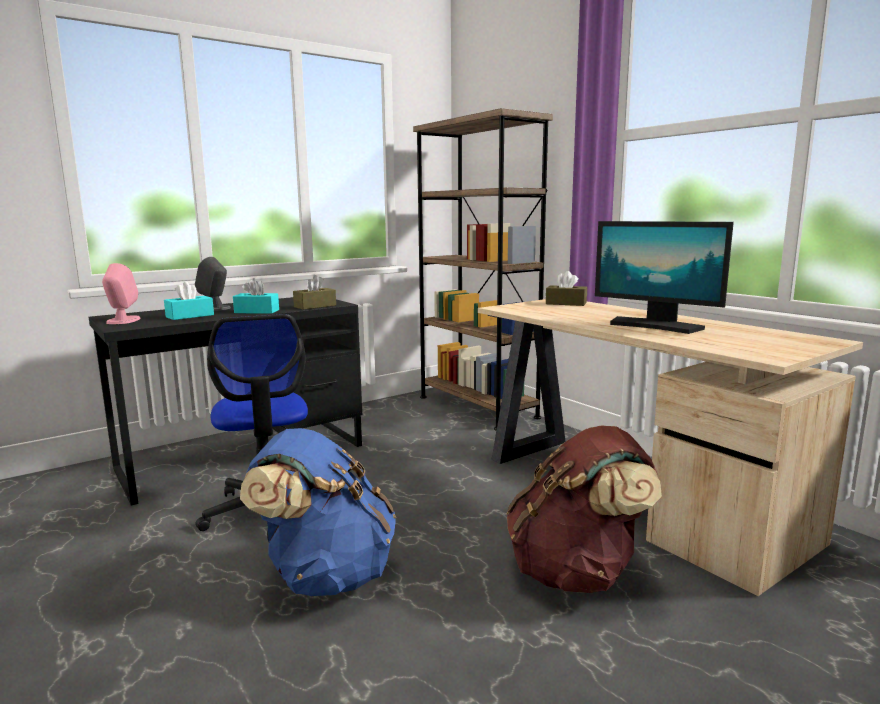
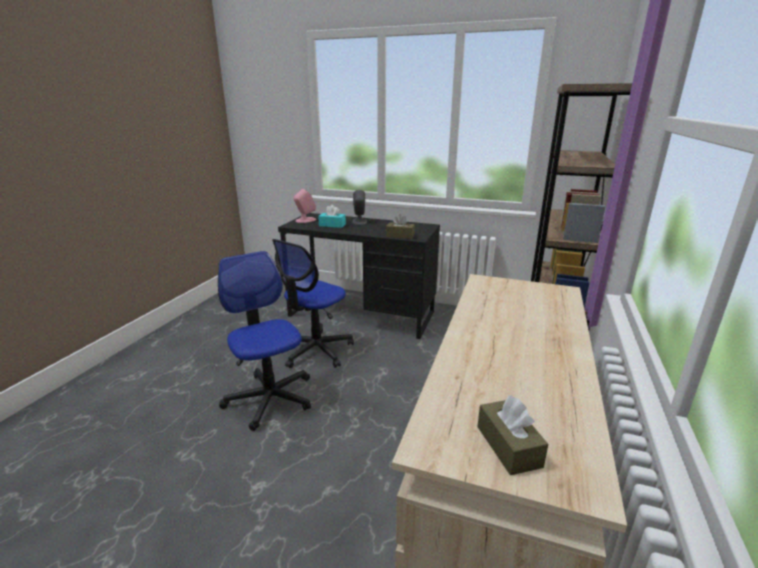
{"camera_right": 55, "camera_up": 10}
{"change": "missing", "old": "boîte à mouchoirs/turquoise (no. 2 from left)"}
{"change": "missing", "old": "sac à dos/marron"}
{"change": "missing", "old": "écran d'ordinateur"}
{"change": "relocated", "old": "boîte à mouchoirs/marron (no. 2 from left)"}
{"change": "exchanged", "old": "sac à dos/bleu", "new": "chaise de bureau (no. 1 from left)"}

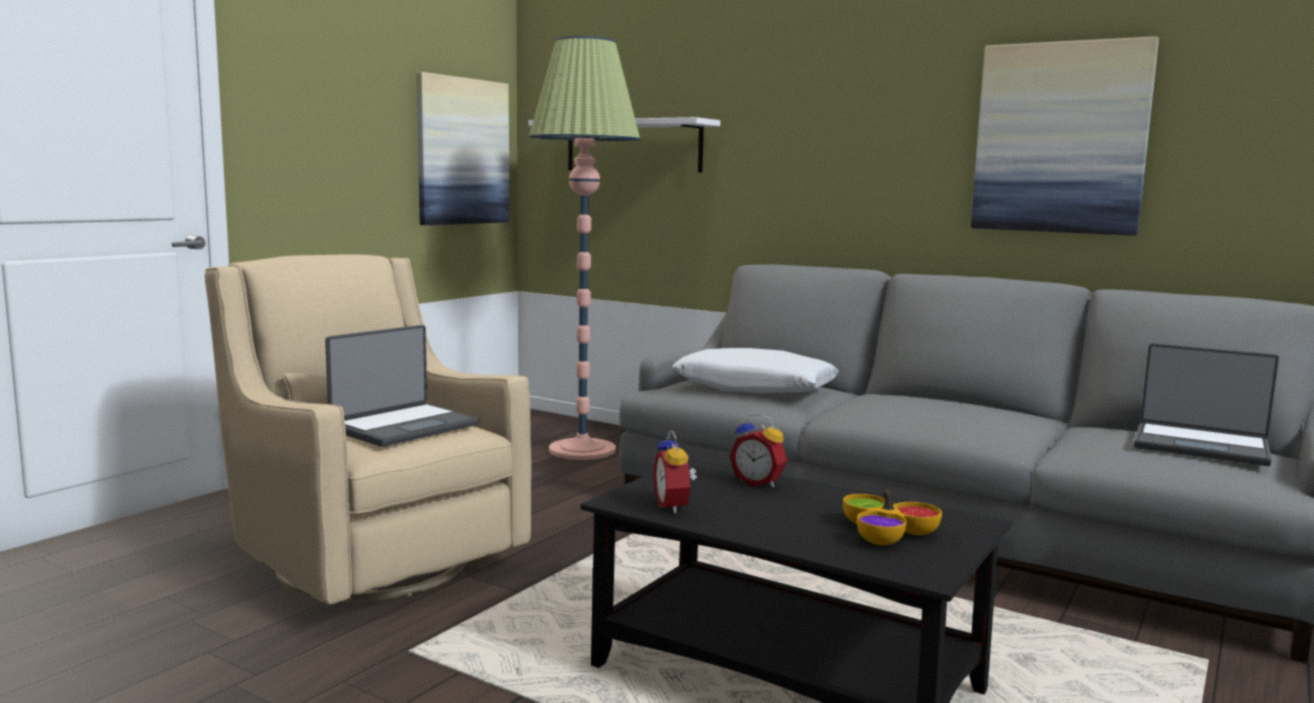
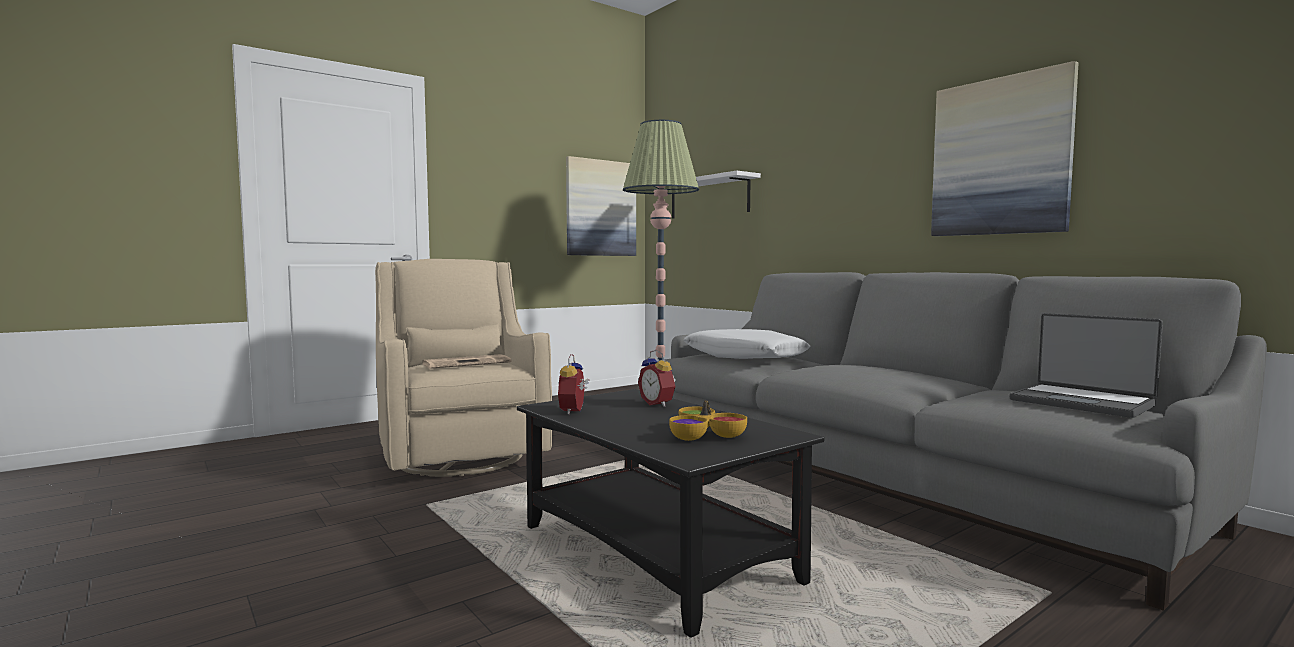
{"camera_right": 20, "camera_up": -5}
{"change": "exchanged", "old": "ordinateur portable (no. 1 from left)", "new": "journal"}

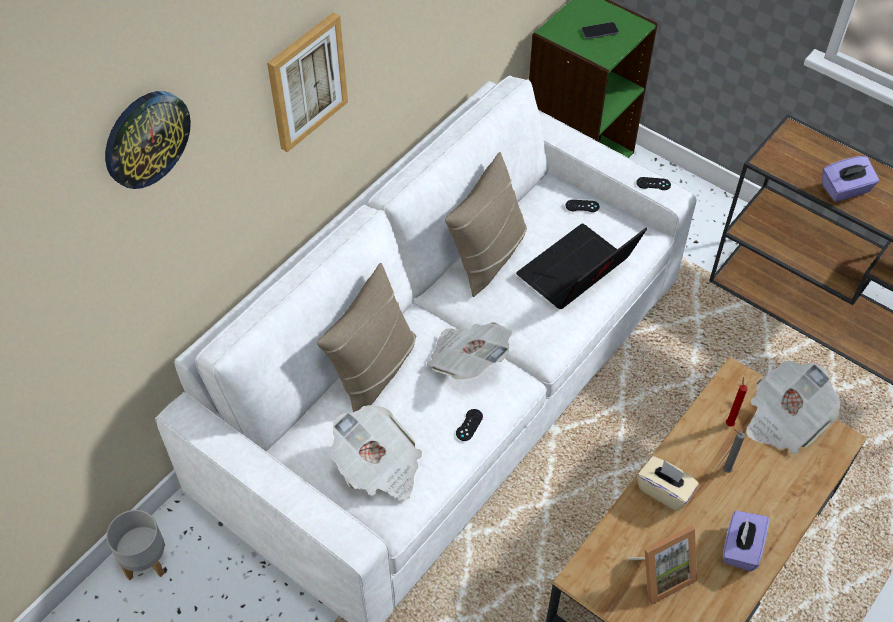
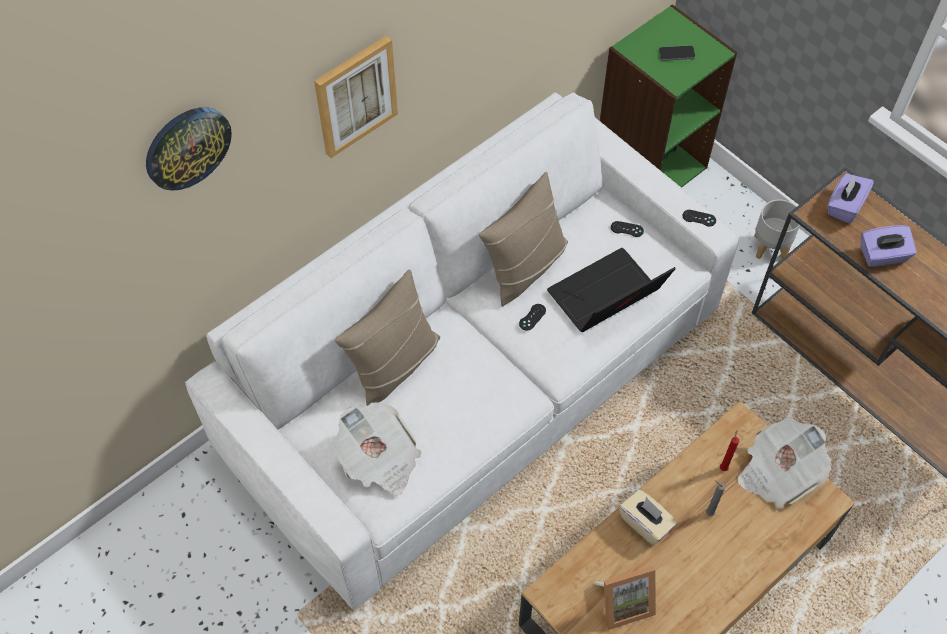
{"camera_right": 10, "camera_up": 5}
{"change": "missing", "old": "journal (no. 2 from left)"}
{"change": "relocated", "old": "cache-pot/gris"}
{"change": "relocated", "old": "manette/noir (no. 1 from left)"}
{"change": "relocated", "old": "boîte à mouchoirs/violet (no. 1 from left)"}

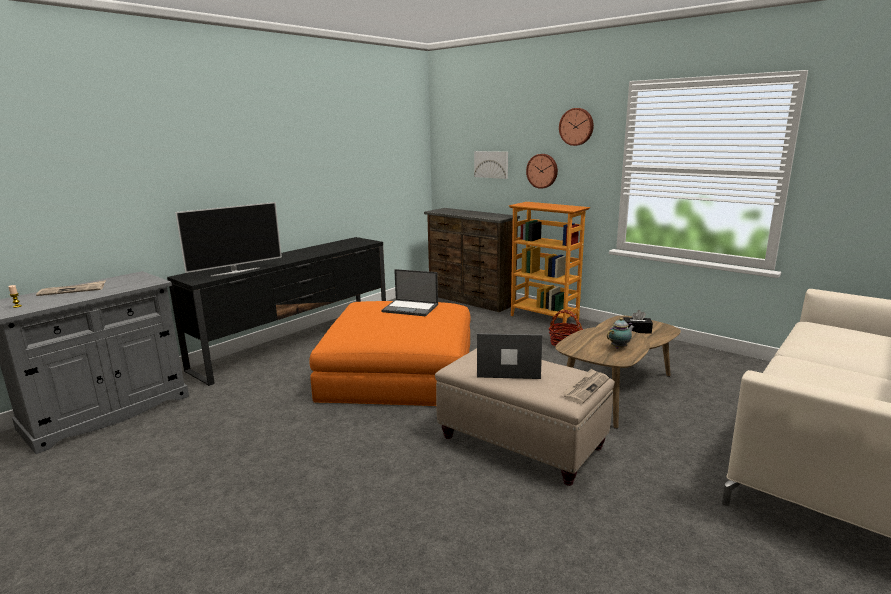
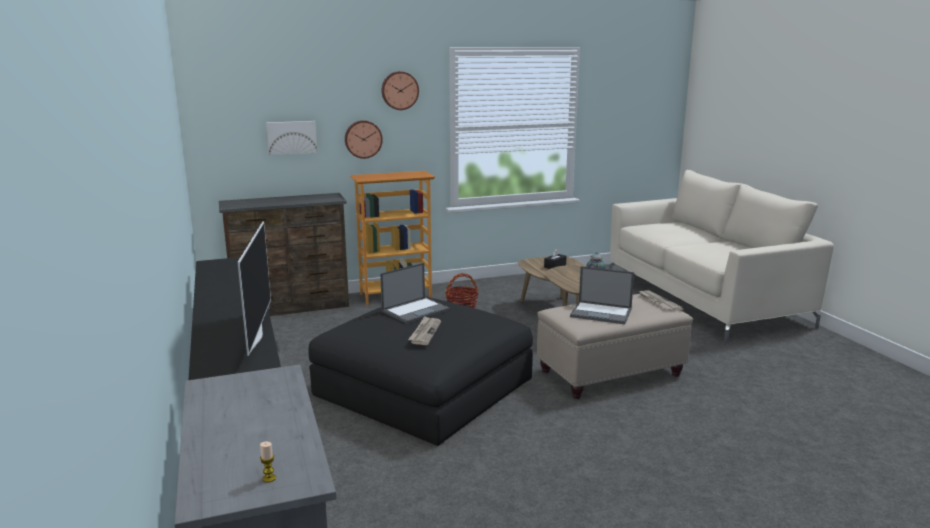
{"camera_right": -60, "camera_up": 0}
{"change": "relocated", "old": "journal (no. 1 from left)"}
{"change": "colour", "old": "pouf/orange", "new": "pouf/noir"}
{"change": "spun", "old": "ordinateur portable (no. 2 from left)", "degrees": -105}

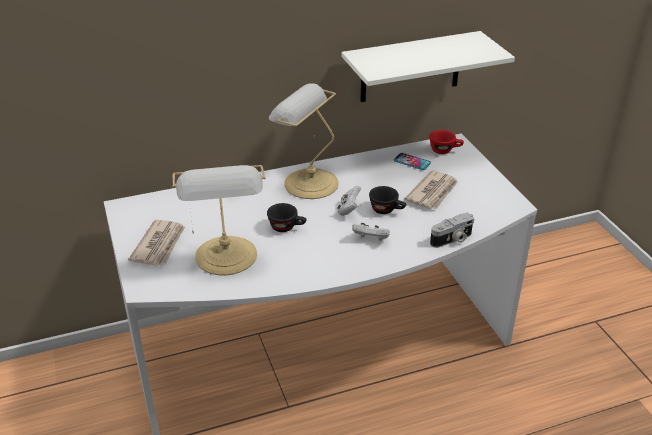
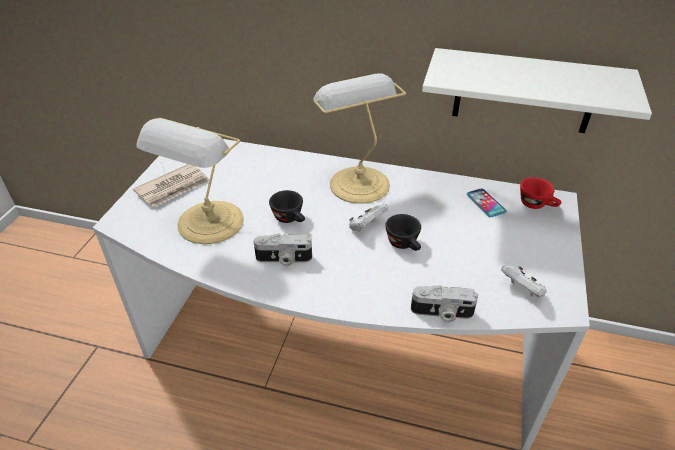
{"camera_right": 35, "camera_up": 5}
{"change": "missing", "old": "journal (no. 2 from left)"}
{"change": "appeared", "new": "appareil photo (no. 1 from left)"}
{"change": "relocated", "old": "manette/blanc (no. 2 from left)"}

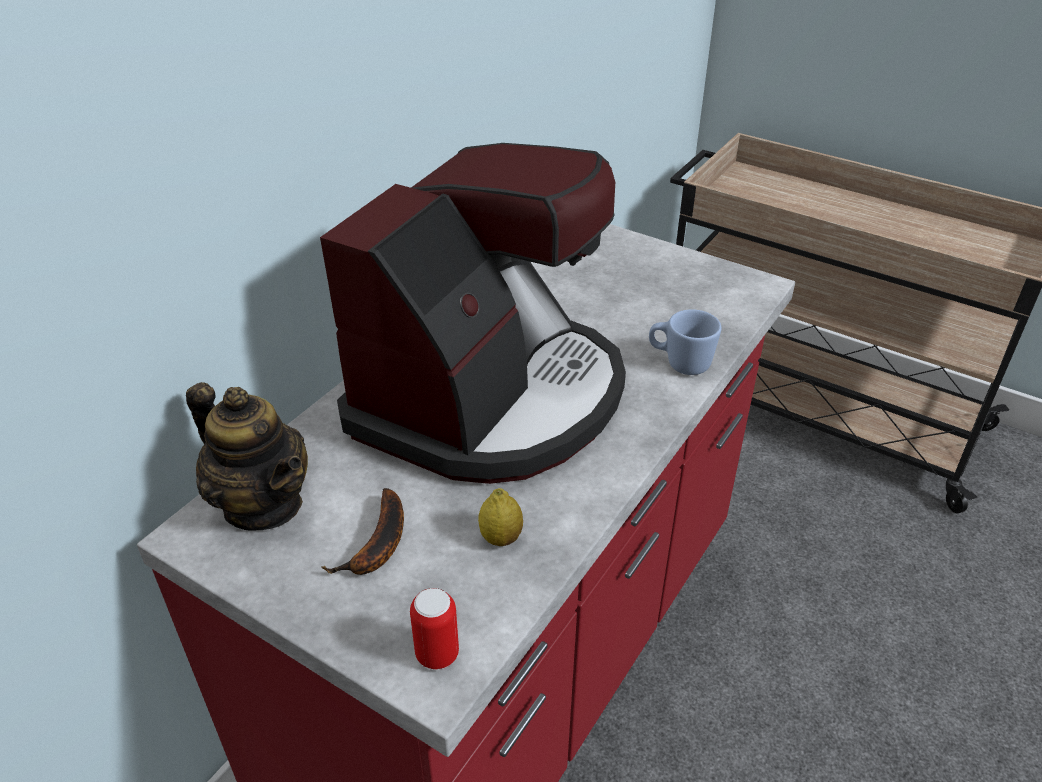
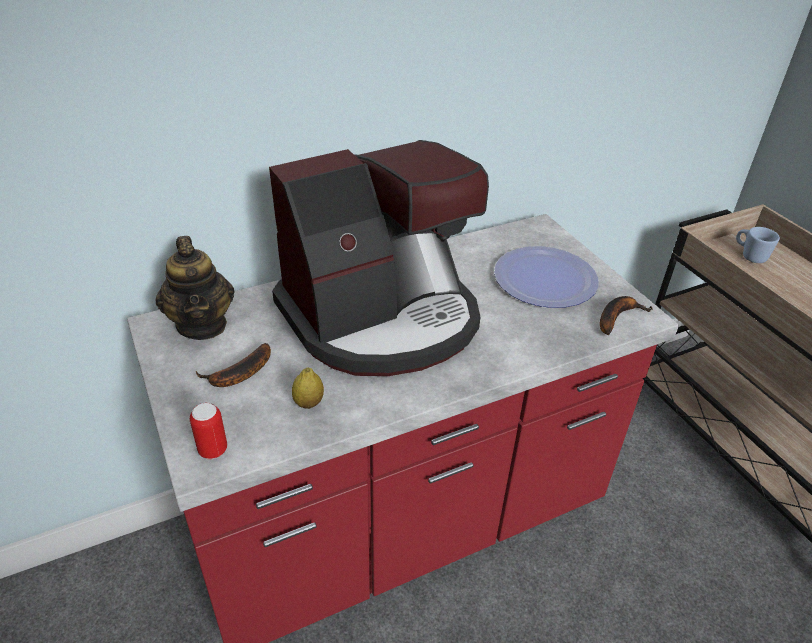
{"camera_right": 30, "camera_up": 0}
{"change": "appeared", "new": "assiette"}
{"change": "appeared", "new": "banane (no. 2 from left)"}
{"change": "relocated", "old": "mug/bleu"}

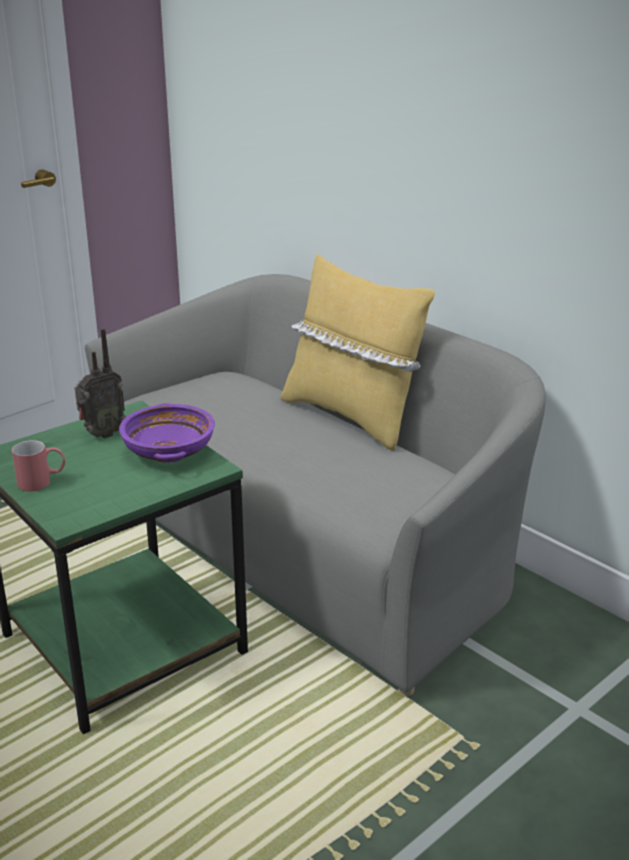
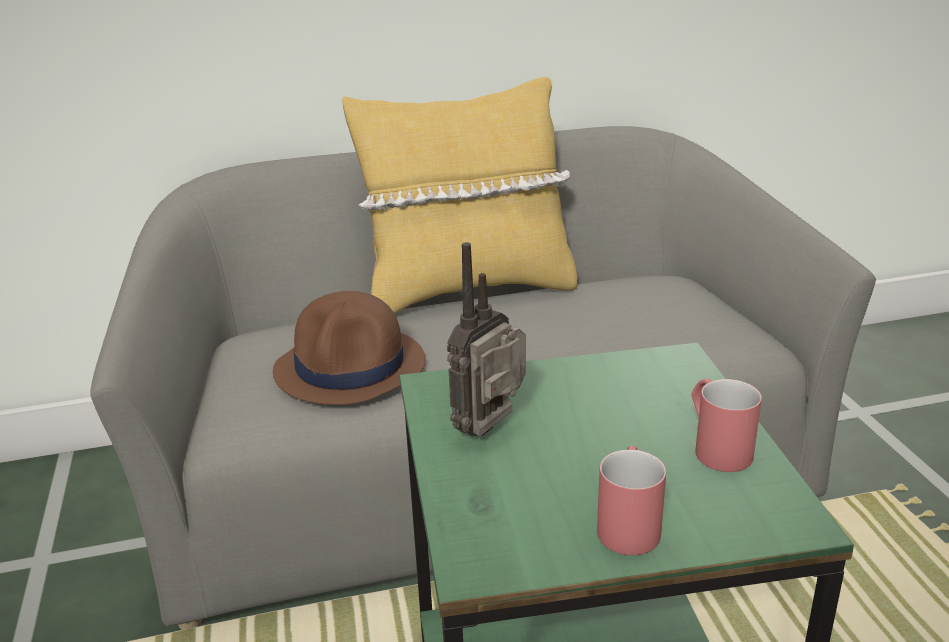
{"camera_right": -60, "camera_up": 0}
{"change": "missing", "old": "bol/violet"}
{"change": "appeared", "new": "chapeau/marron"}
{"change": "appeared", "new": "mug/rouge (no. 2 from left)"}
{"change": "spun", "old": "radio", "degrees": -135}

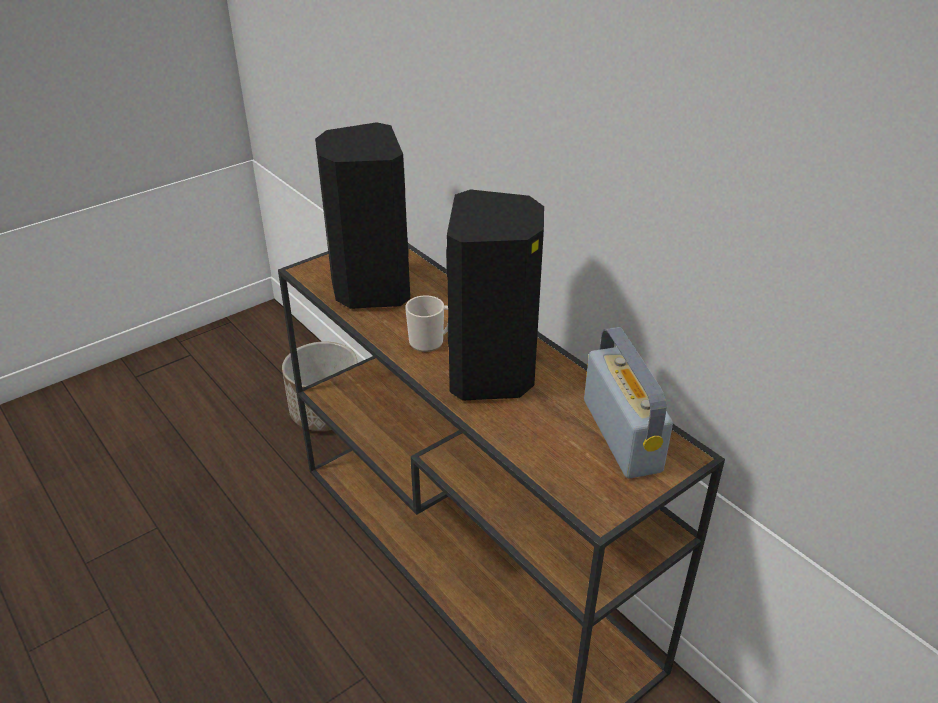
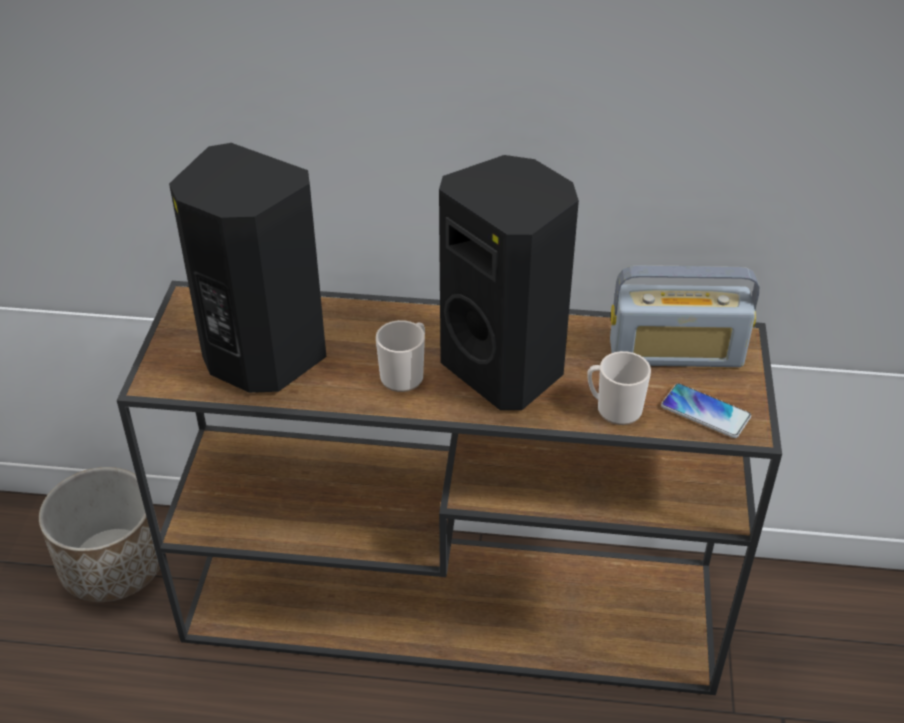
{"camera_right": -45, "camera_up": 5}
{"change": "appeared", "new": "mug (no. 2 from left)"}
{"change": "appeared", "new": "téléphone"}
{"change": "spun", "old": "radio", "degrees": 150}

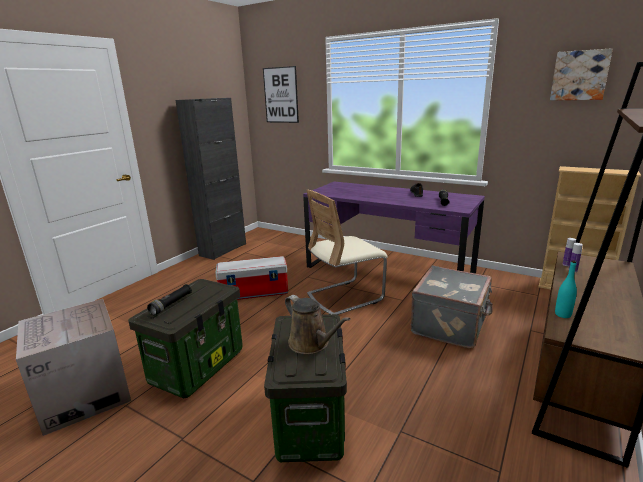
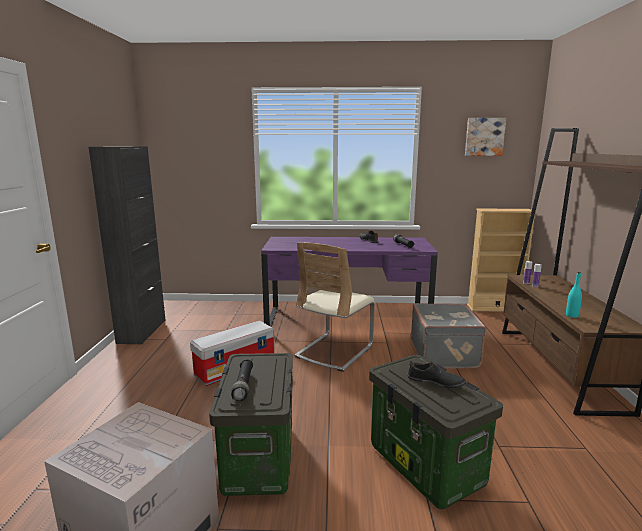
{"camera_right": -30, "camera_up": -5}
{"change": "missing", "old": "tableau (no. 1 from left)"}
{"change": "exchanged", "old": "arrosoir/marron", "new": "chaussure/noir (no. 2 from left)"}

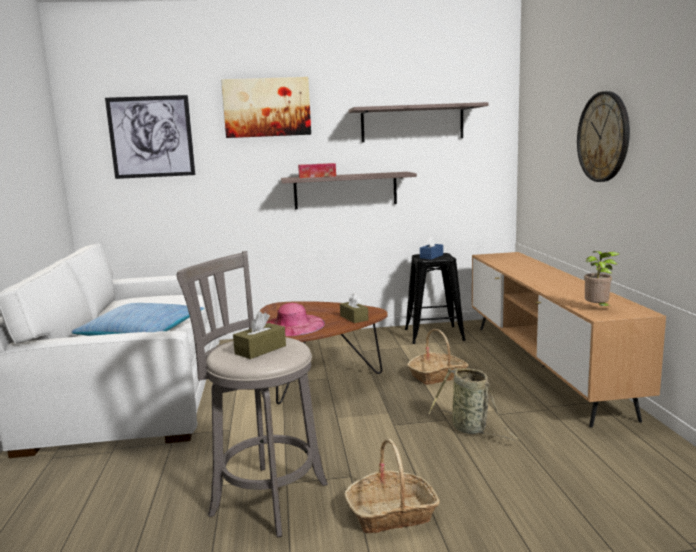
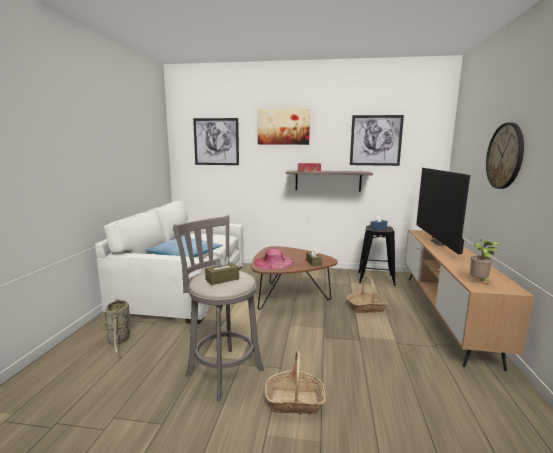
{"camera_right": 15, "camera_up": 0}
{"change": "appeared", "new": "téléviseur"}
{"change": "relocated", "old": "panier (no. 3 from left in the first image)", "new": "panier (no. 1 from left)"}
{"change": "exchanged", "old": "étagère (no. 2 from left)", "new": "tableau (no. 3 from left)"}

